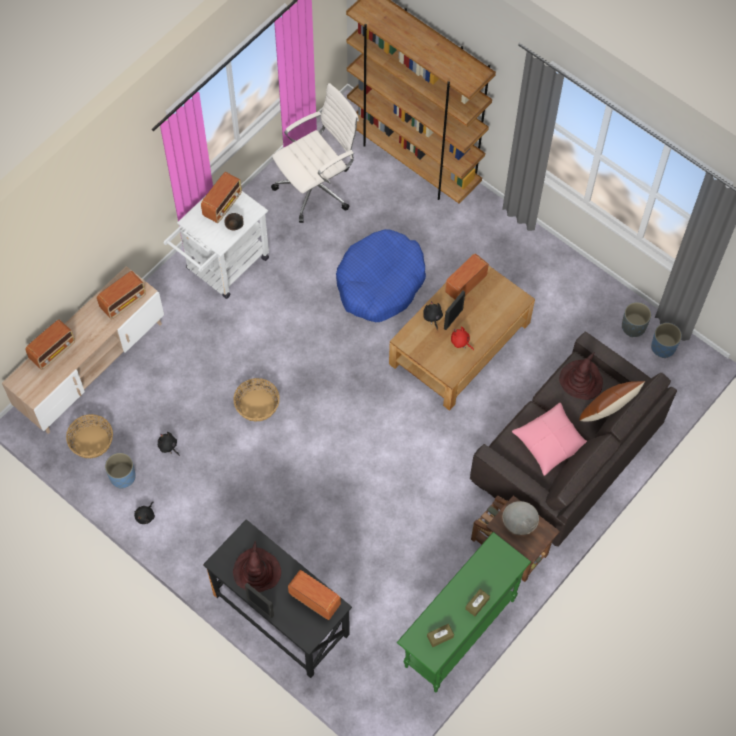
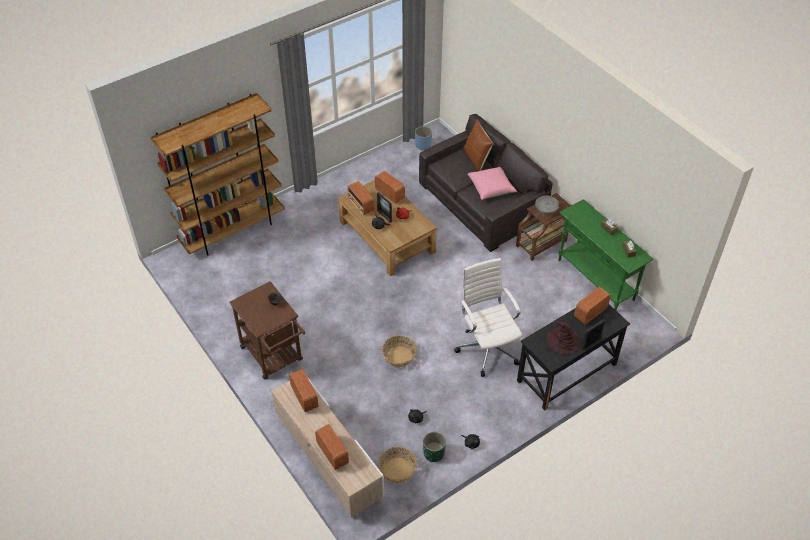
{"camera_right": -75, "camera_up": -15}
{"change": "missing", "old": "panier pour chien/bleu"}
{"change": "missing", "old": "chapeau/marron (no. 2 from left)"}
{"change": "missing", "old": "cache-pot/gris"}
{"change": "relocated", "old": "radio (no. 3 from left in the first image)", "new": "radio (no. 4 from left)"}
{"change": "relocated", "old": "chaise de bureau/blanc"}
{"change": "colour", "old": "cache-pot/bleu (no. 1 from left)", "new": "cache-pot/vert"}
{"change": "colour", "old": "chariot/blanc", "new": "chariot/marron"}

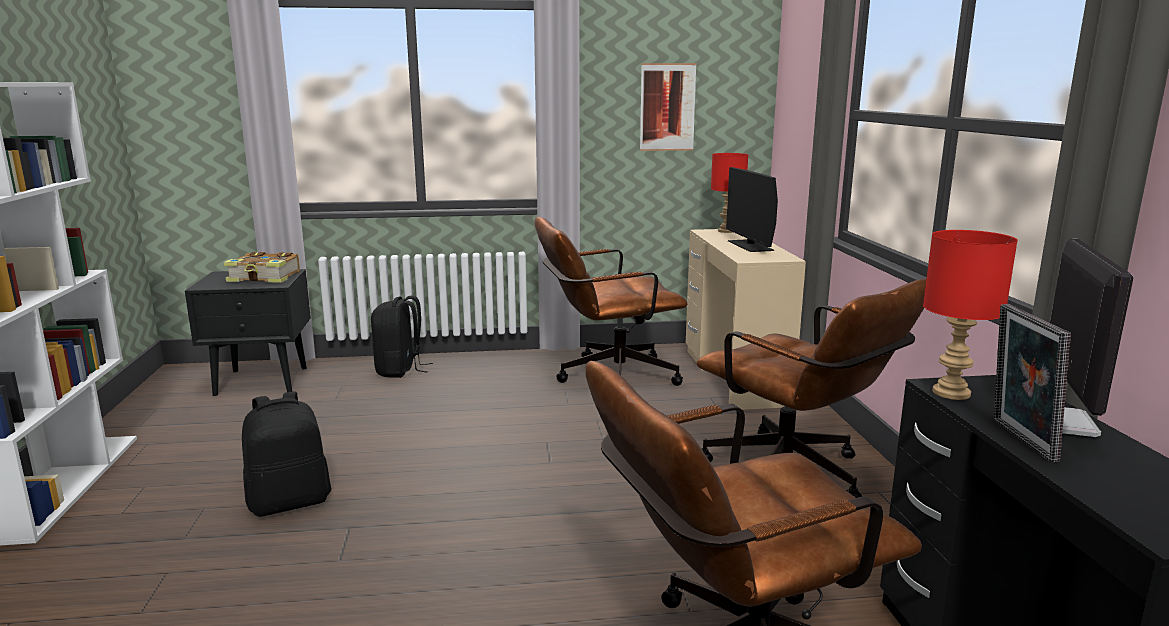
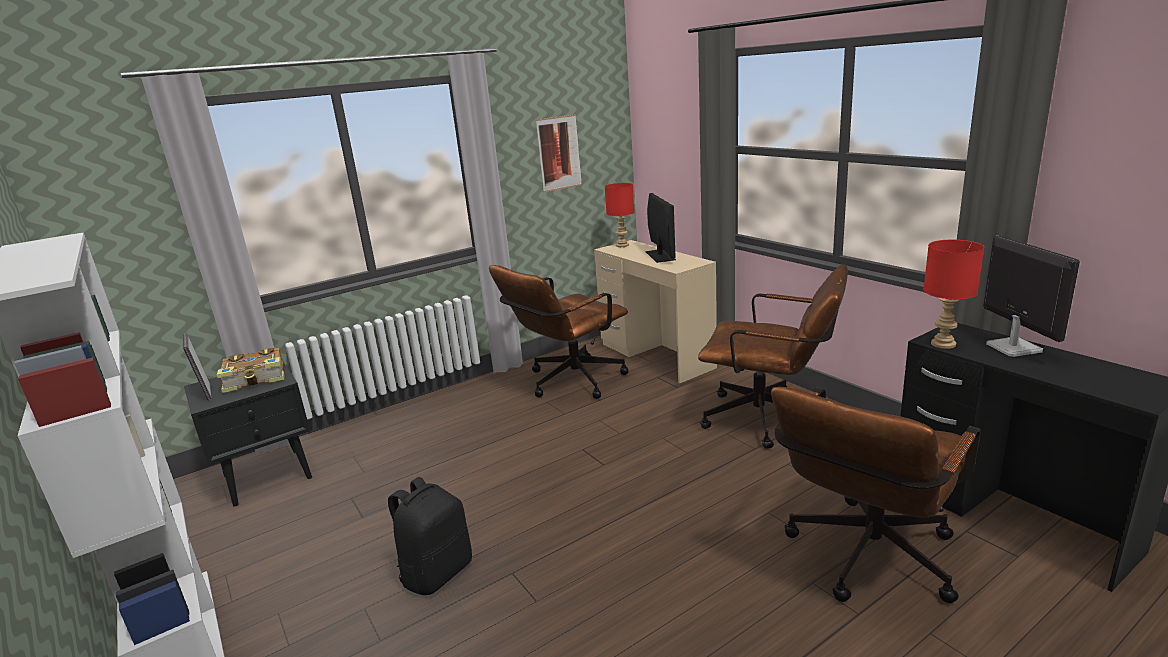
{"camera_right": -25, "camera_up": 5}
{"change": "missing", "old": "sac à dos/noir (no. 2 from left)"}
{"change": "relocated", "old": "cadre photo"}
{"change": "spun", "old": "écran d'ordinateur (no. 1 from left)", "degrees": -150}

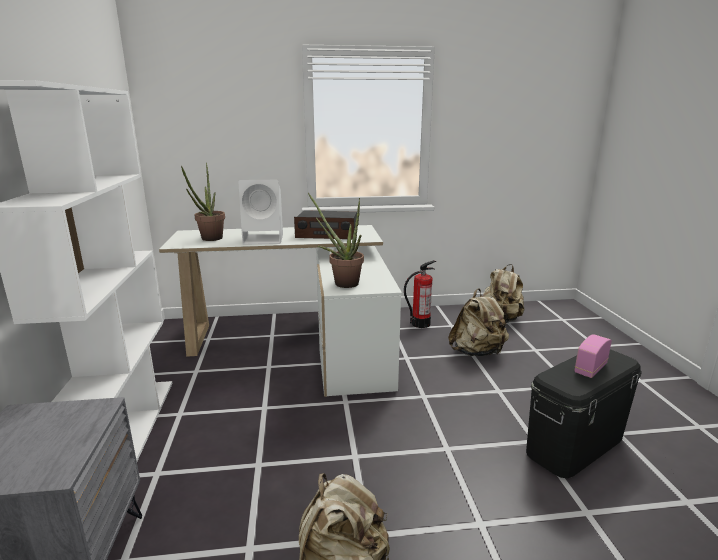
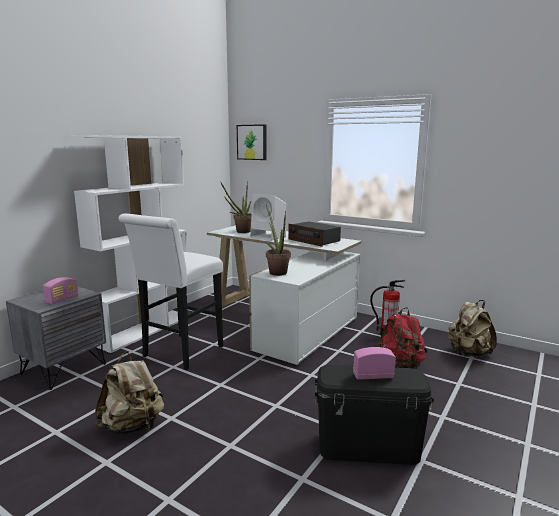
{"camera_right": 40, "camera_up": -5}
{"change": "appeared", "new": "radio (no. 1 from left)"}
{"change": "appeared", "new": "tabouret/blanc"}
{"change": "appeared", "new": "tableau"}
{"change": "colour", "old": "sac à dos/beige (no. 2 from left)", "new": "sac à dos/rouge"}

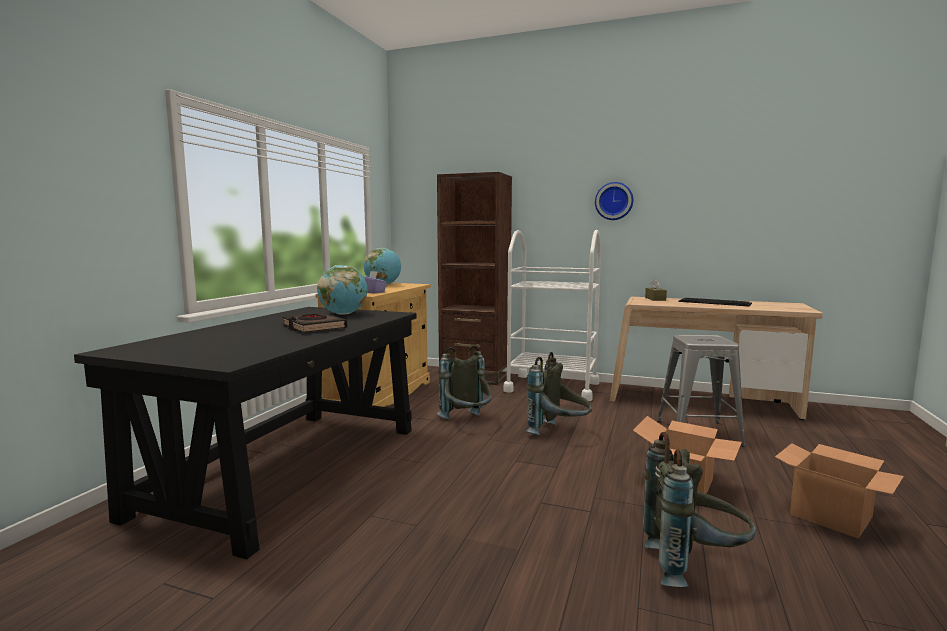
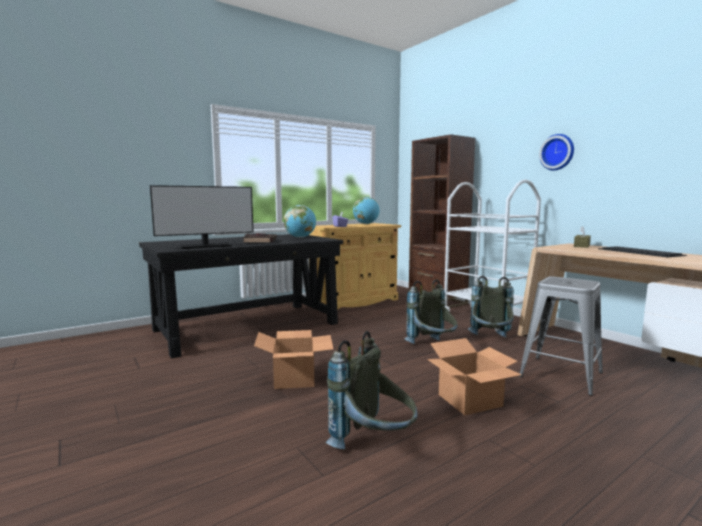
{"camera_right": 35, "camera_up": 0}
{"change": "appeared", "new": "écran d'ordinateur"}
{"change": "relocated", "old": "sac à dos/gris (no. 1 from left in the first image)", "new": "sac à dos/gris (no. 3 from left)"}
{"change": "relocated", "old": "carton (no. 2 from left in the first image)", "new": "carton (no. 1 from left)"}

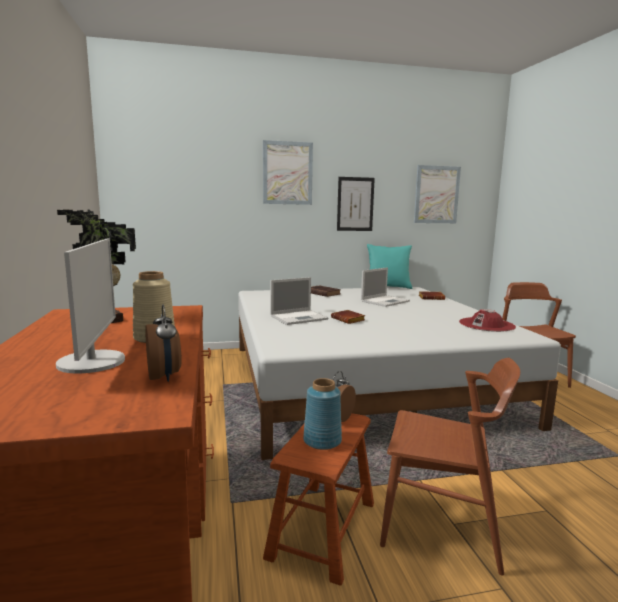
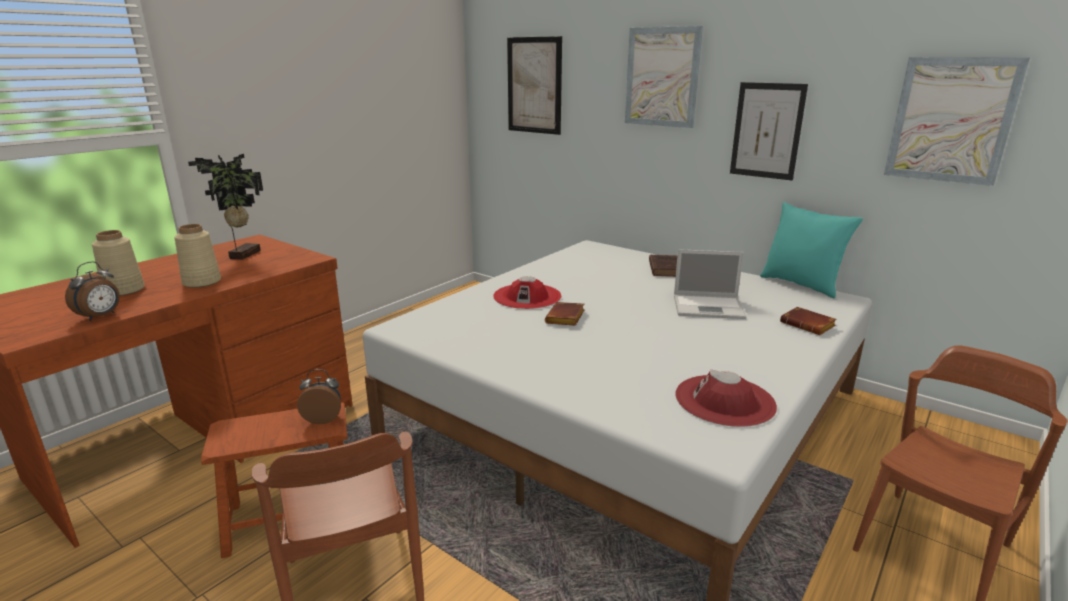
{"camera_right": 50, "camera_up": 10}
{"change": "missing", "old": "vase/bleu"}
{"change": "appeared", "new": "tableau (no. 1 from left)"}
{"change": "exchanged", "old": "écran d'ordinateur", "new": "vase/beige (no. 1 from left)"}
{"change": "exchanged", "old": "ordinateur portable (no. 1 from left)", "new": "chapeau/rouge (no. 1 from left)"}

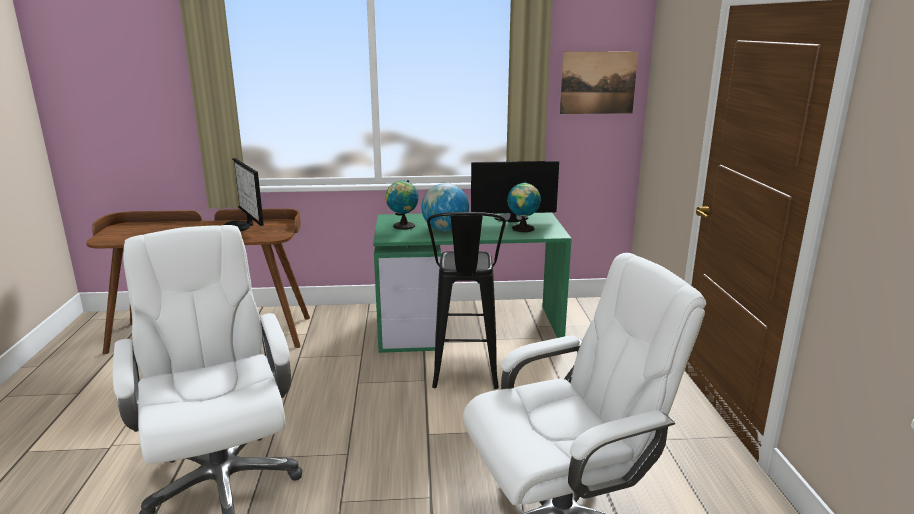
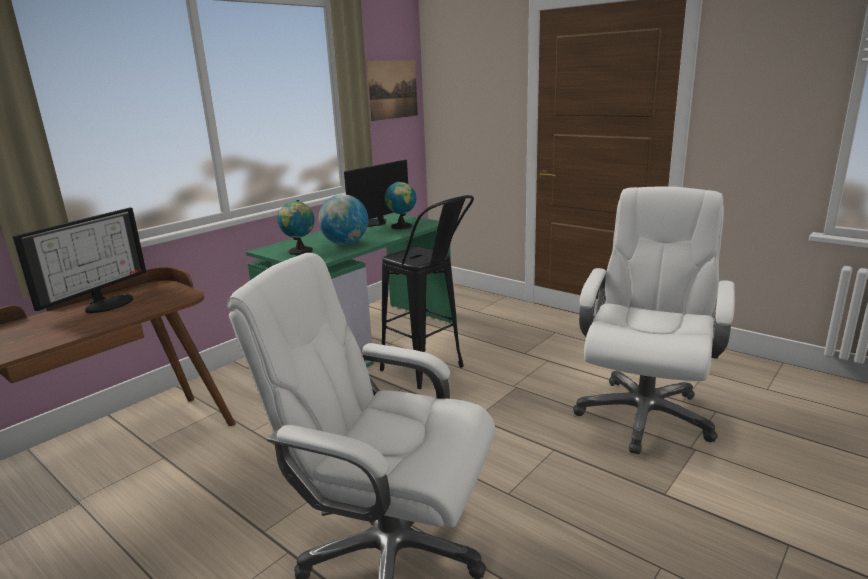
{"camera_right": -45, "camera_up": 0}
{"change": "spun", "old": "écran d'ordinateur (no. 1 from left)", "degrees": -75}

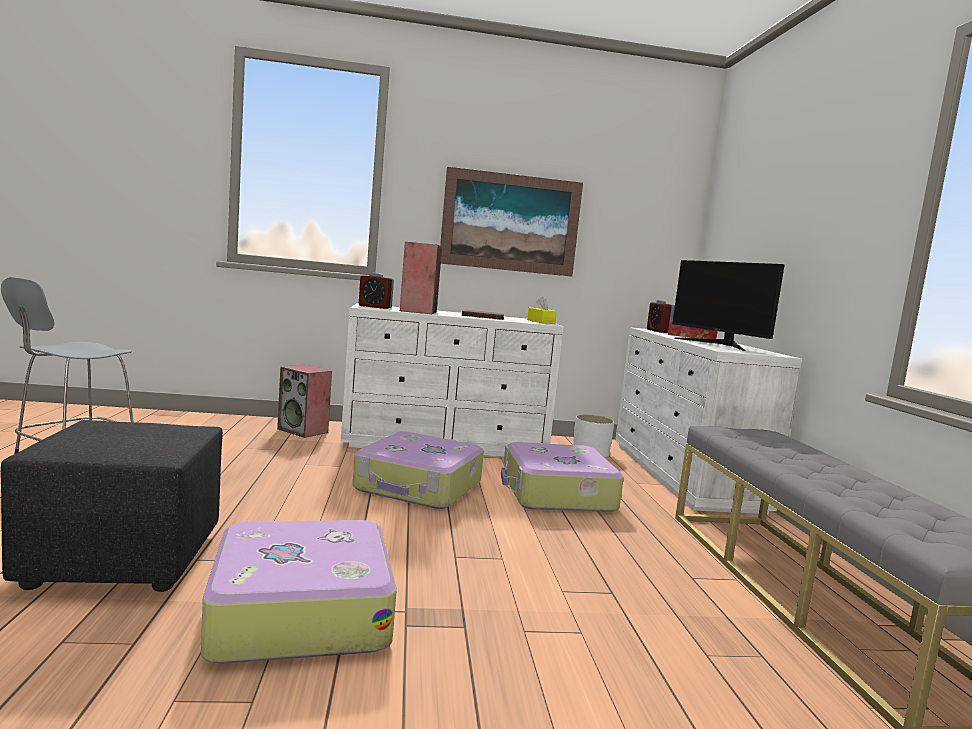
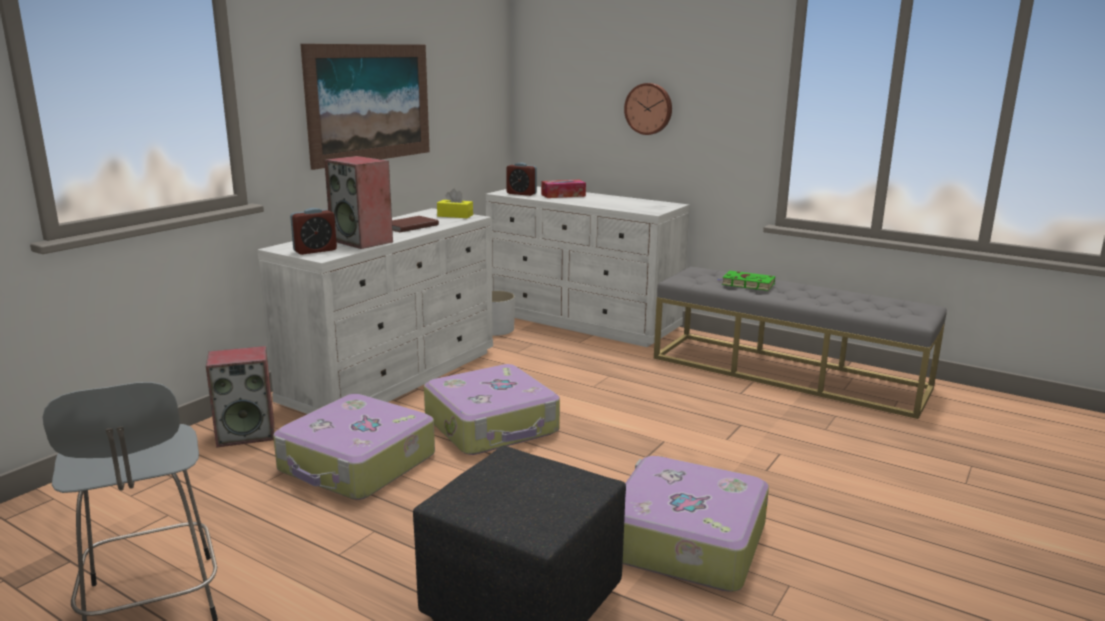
{"camera_right": -50, "camera_up": 10}
{"change": "missing", "old": "écran d'ordinateur"}
{"change": "appeared", "new": "horloge murale"}
{"change": "appeared", "new": "livre/vert"}
{"change": "relocated", "old": "valise (no. 3 from left in the first image)", "new": "valise (no. 1 from left)"}

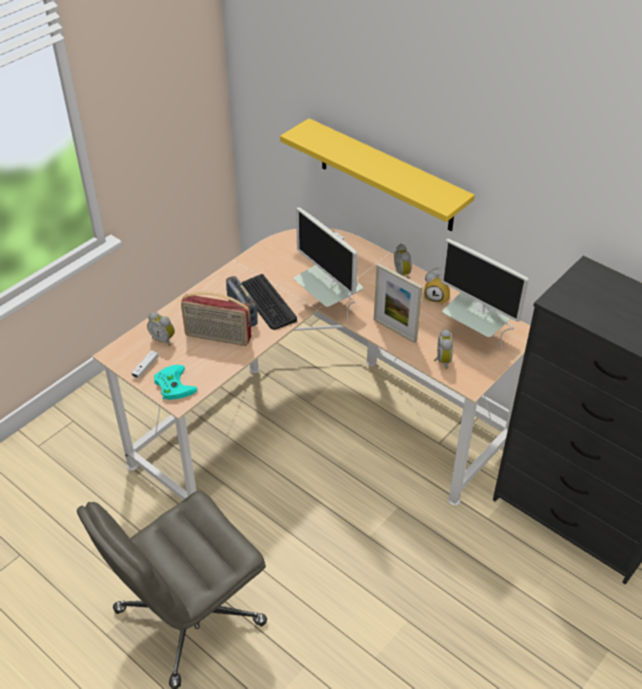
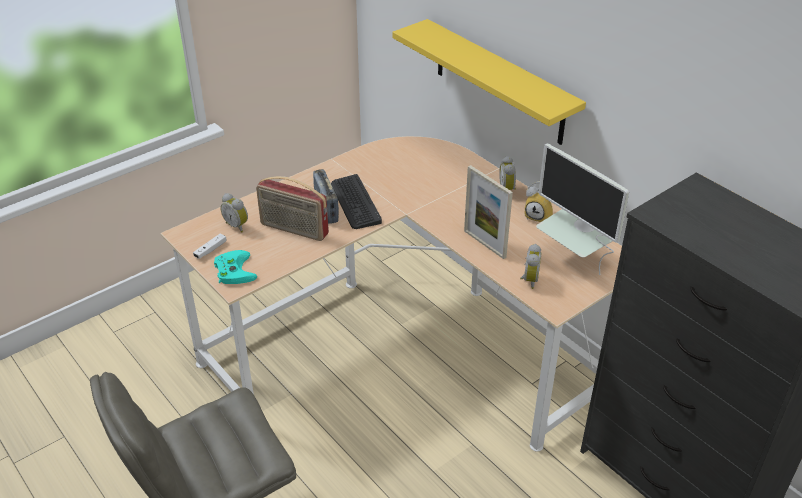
{"camera_right": 10, "camera_up": -5}
{"change": "missing", "old": "écran d'ordinateur (no. 1 from left)"}

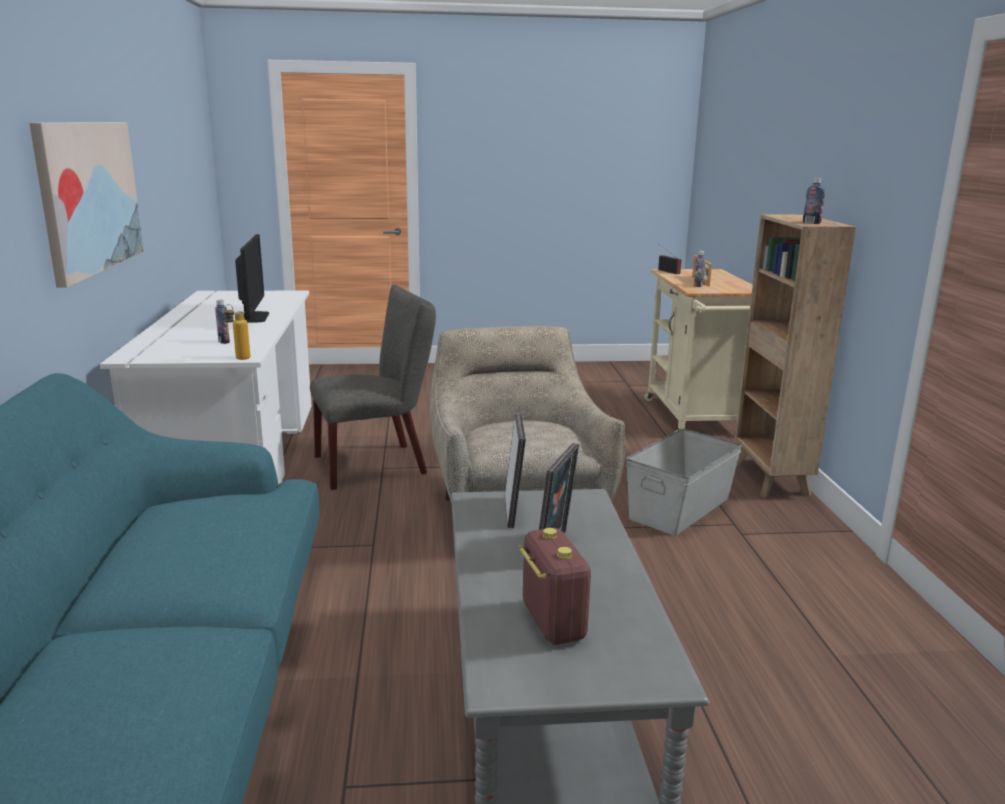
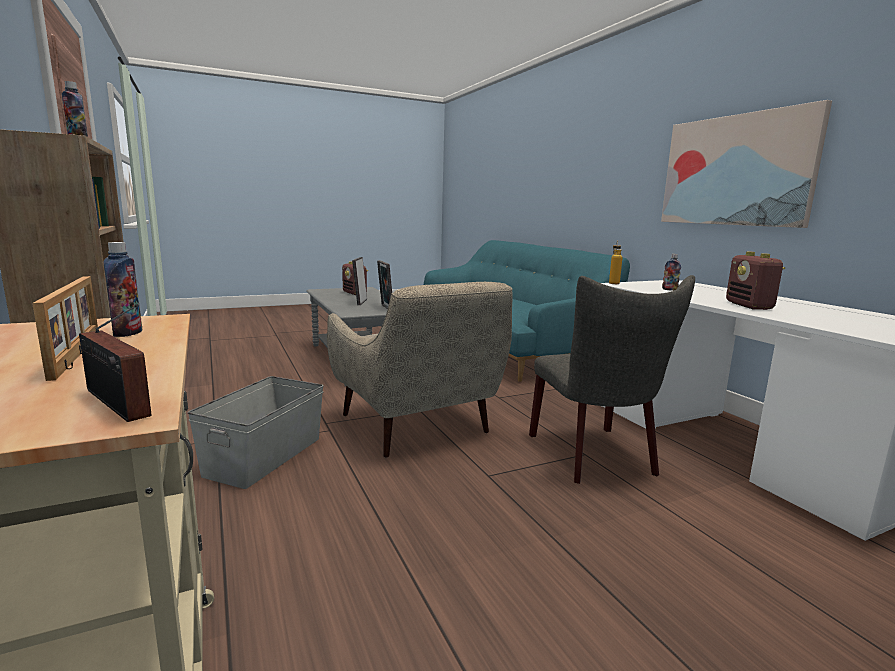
{"camera_right": 160, "camera_up": -5}
{"change": "exchanged", "old": "écran d'ordinateur", "new": "radio (no. 3 from left)"}
{"change": "spun", "old": "chaise/gris", "degrees": -60}

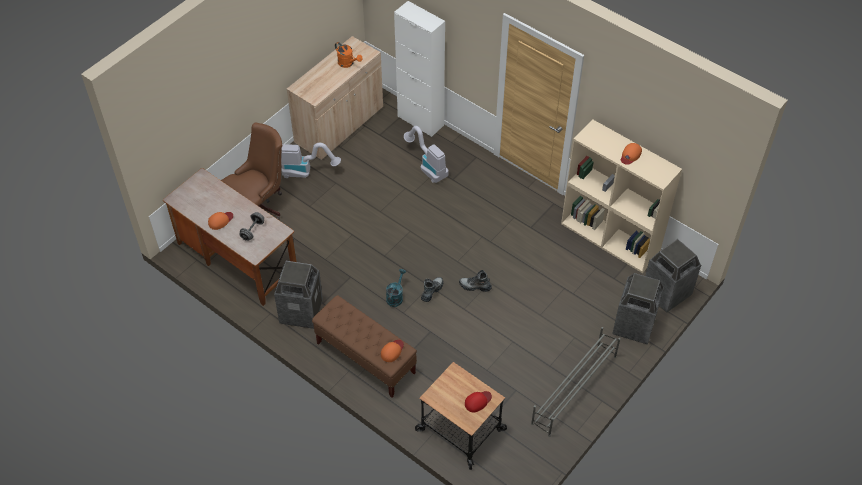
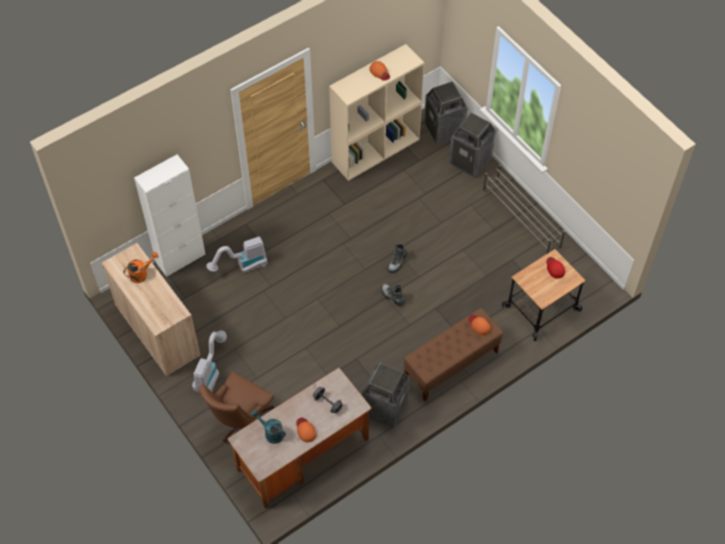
{"camera_right": -75, "camera_up": 5}
{"change": "relocated", "old": "arrosoir/turquoise"}
{"change": "spun", "old": "chaise de bureau/marron", "degrees": -120}

